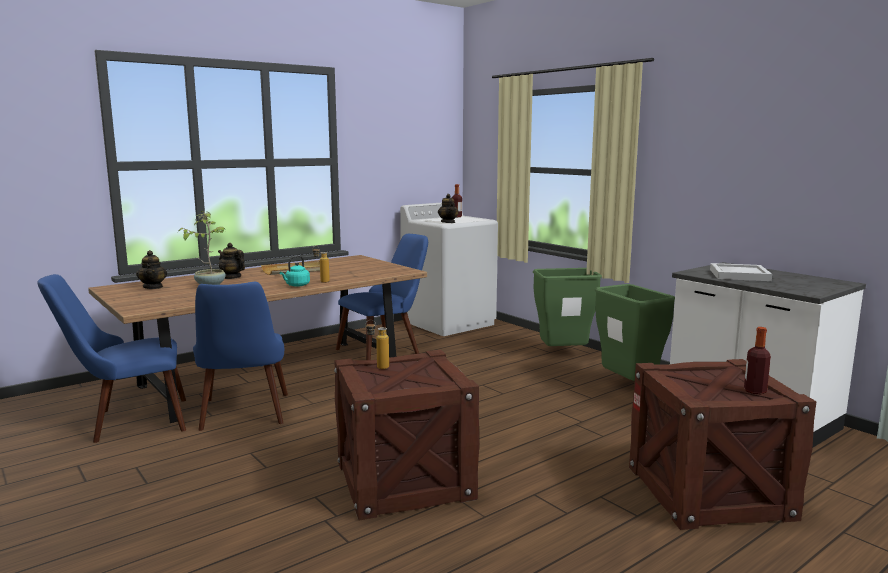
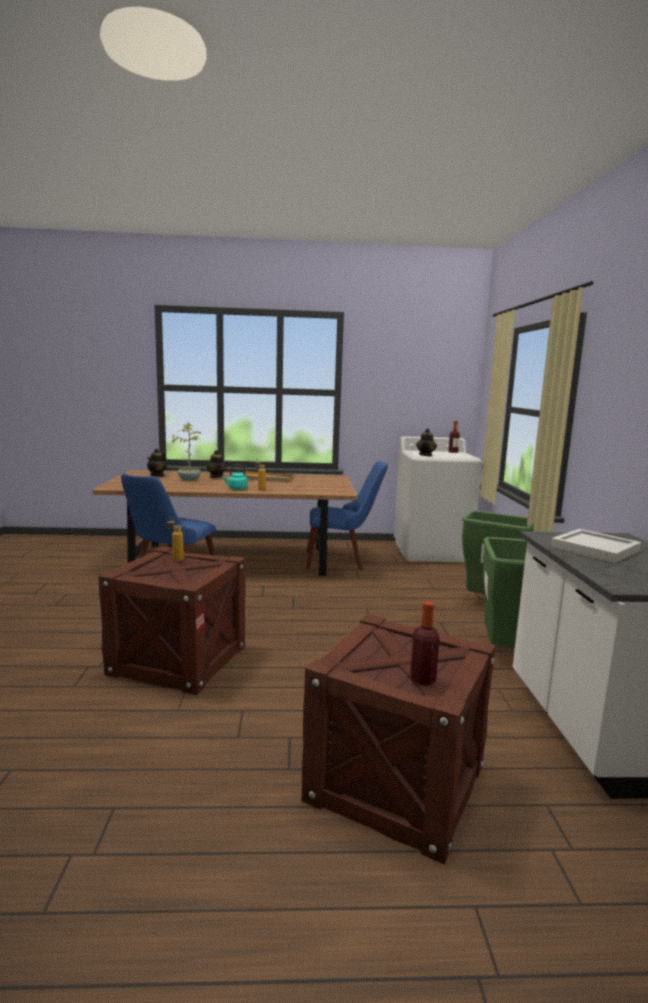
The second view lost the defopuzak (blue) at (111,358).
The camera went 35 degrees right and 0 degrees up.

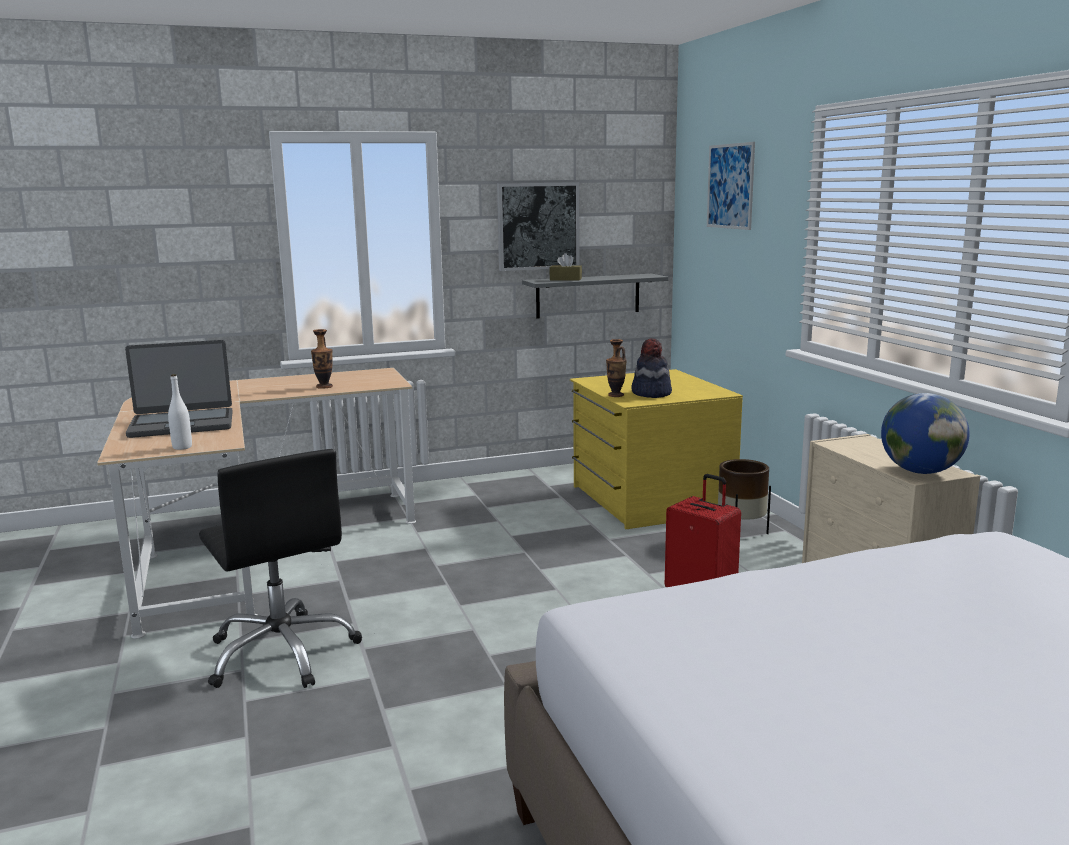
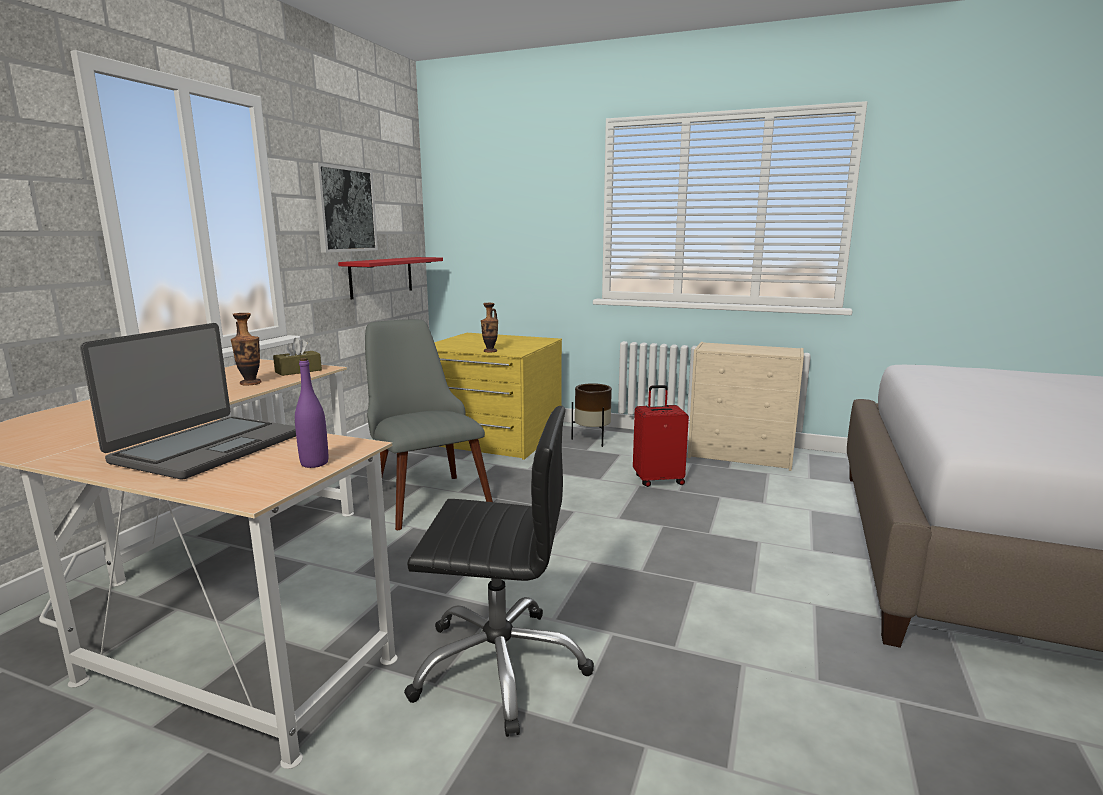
What was the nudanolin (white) at (180,412) turned into the nudanolin (purple) at (311,413).
What was the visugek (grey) at (595,296) turned into the visugek (red) at (390,278).
The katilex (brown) ended up elsewhere, having gone from (565,267) to (297,357).
The second view lost the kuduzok at (651,368).
The second view lost the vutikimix at (731,186).
The second view lost the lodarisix at (925,433).
The second view gained the defopuzak (grey) at (429,424).
The camera went 50 degrees left and 0 degrees up.

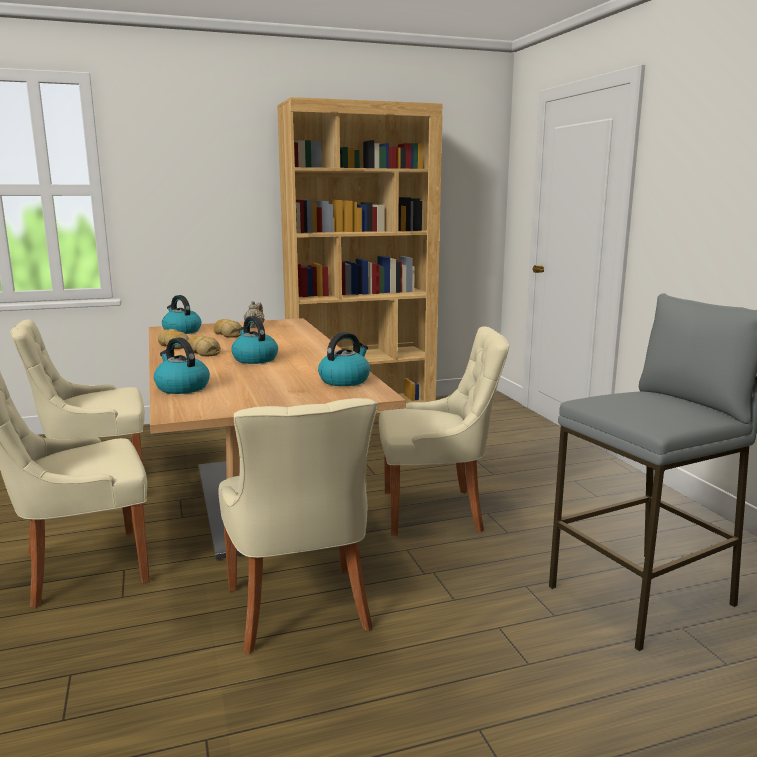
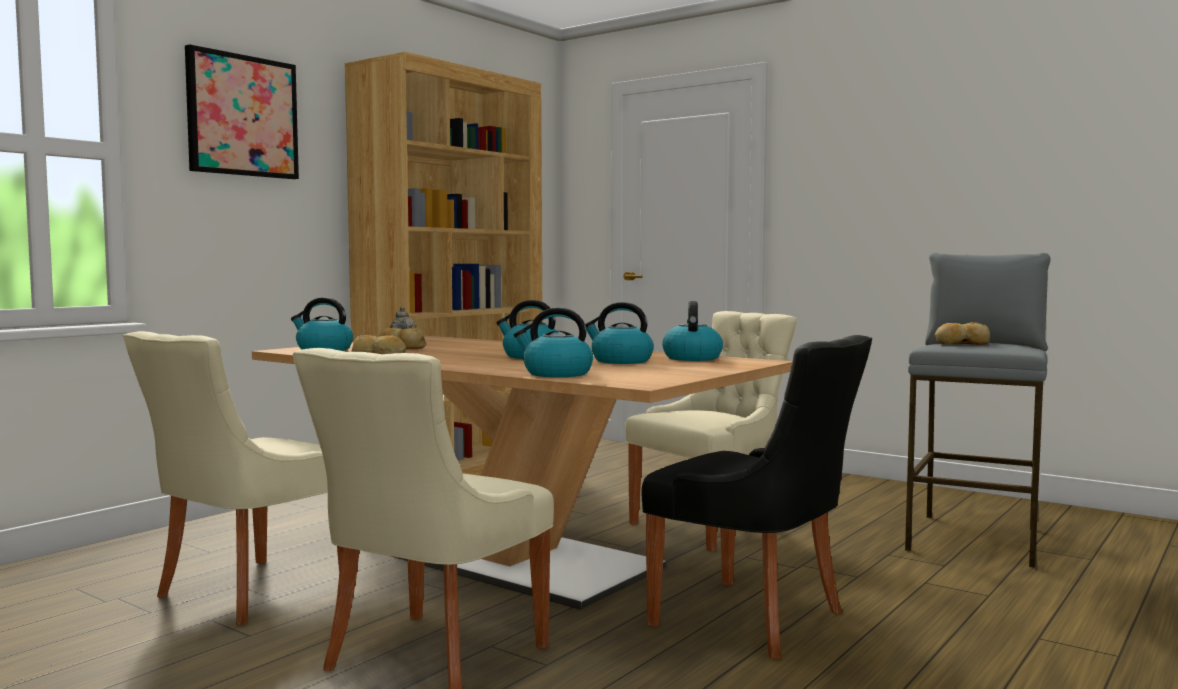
The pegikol ended up elsewhere, having gone from (204,345) to (962,333).
What was the defopuzak (beige) at (298,526) turned into the defopuzak (black) at (757,497).
The second view gained the vutikimix at (242,111).
The second view gained the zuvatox at (619,333).
The camera went 35 degrees left and 10 degrees down.

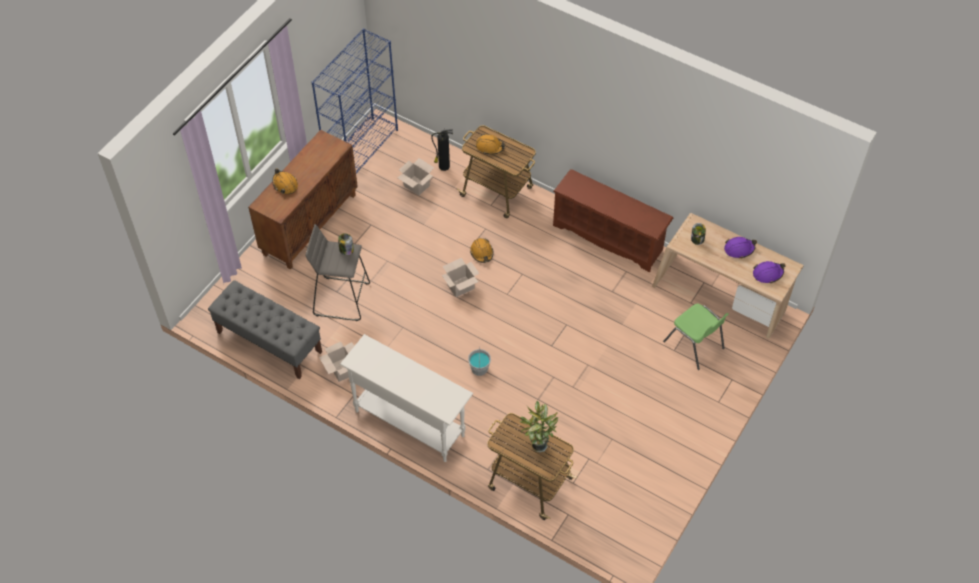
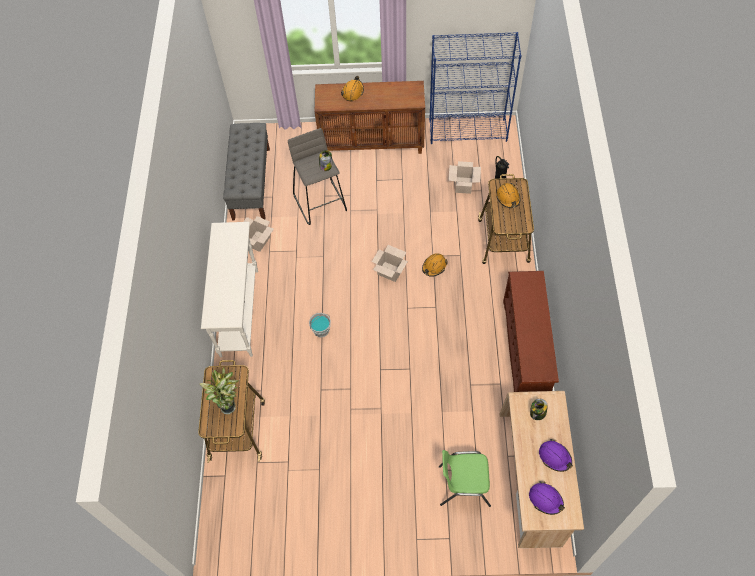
The defopuzak (green) at (696,336) ended up facing another way, 75 degrees clockwise from before.
The camera went 60 degrees right and 5 degrees up.

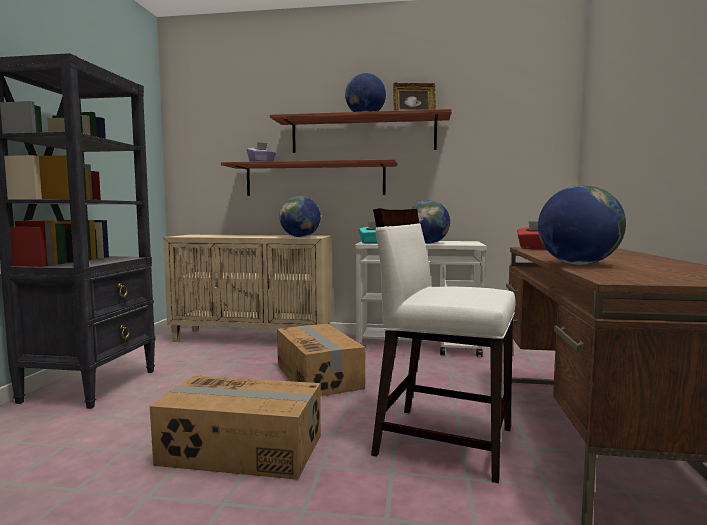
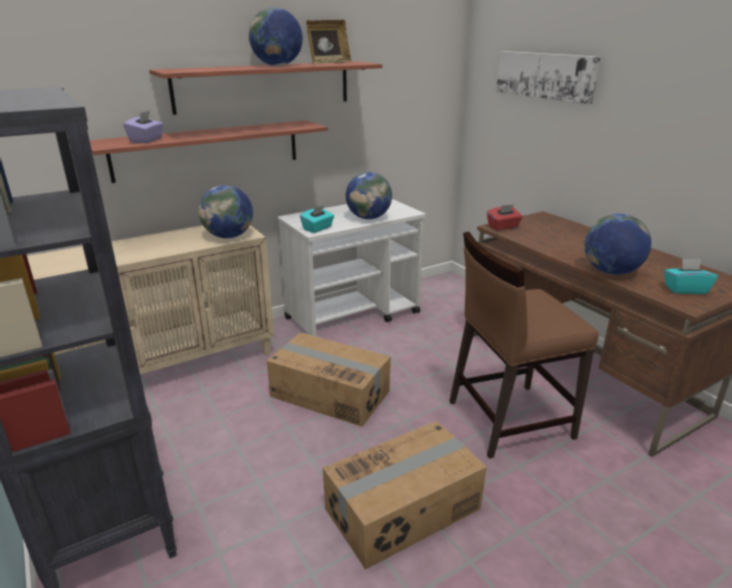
What was the defopuzak (white) at (443,345) turned into the defopuzak (brown) at (524,345).
The second view gained the vutikimix at (548,78).
The second view gained the katilex (turquoise) at (691,276).
The camera went 40 degrees left and 20 degrees up.

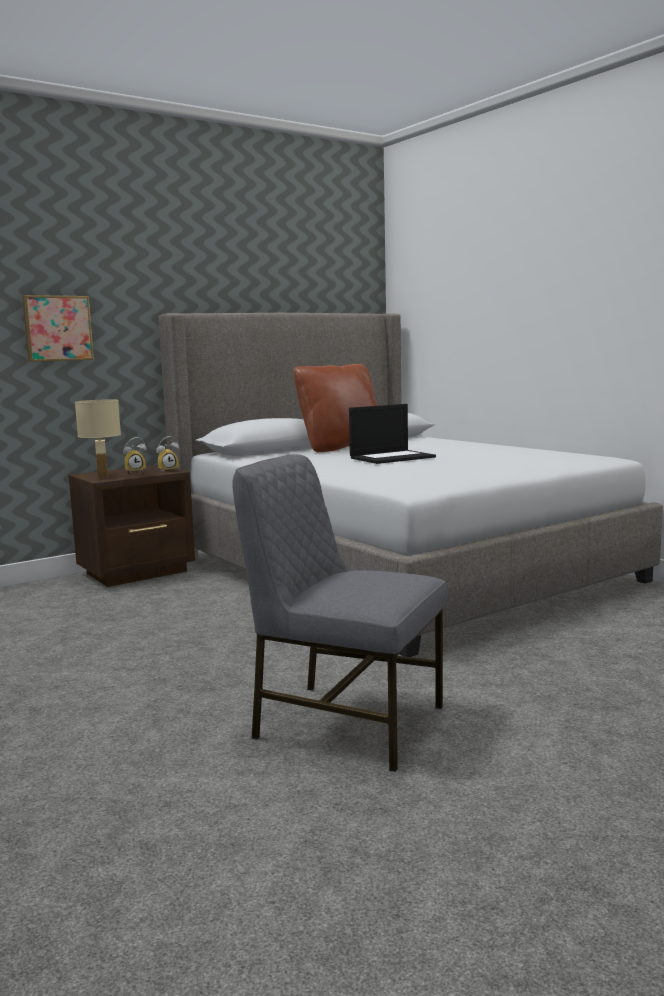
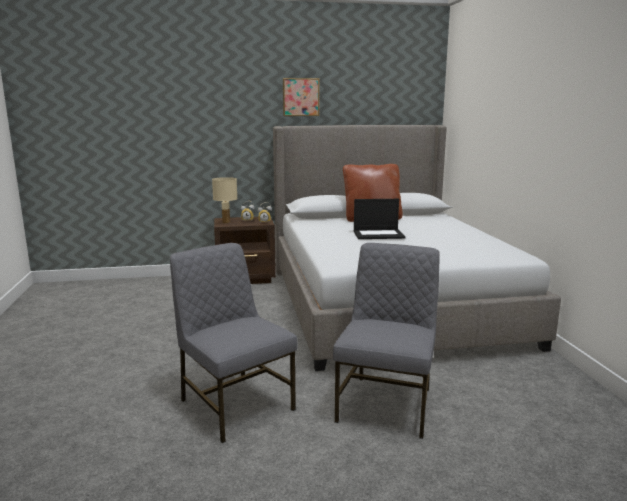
The vutikimix ended up elsewhere, having gone from (58,328) to (301,97).
The second view gained the defopuzak (grey) at (386,341).
The camera went 25 degrees right and 5 degrees up.

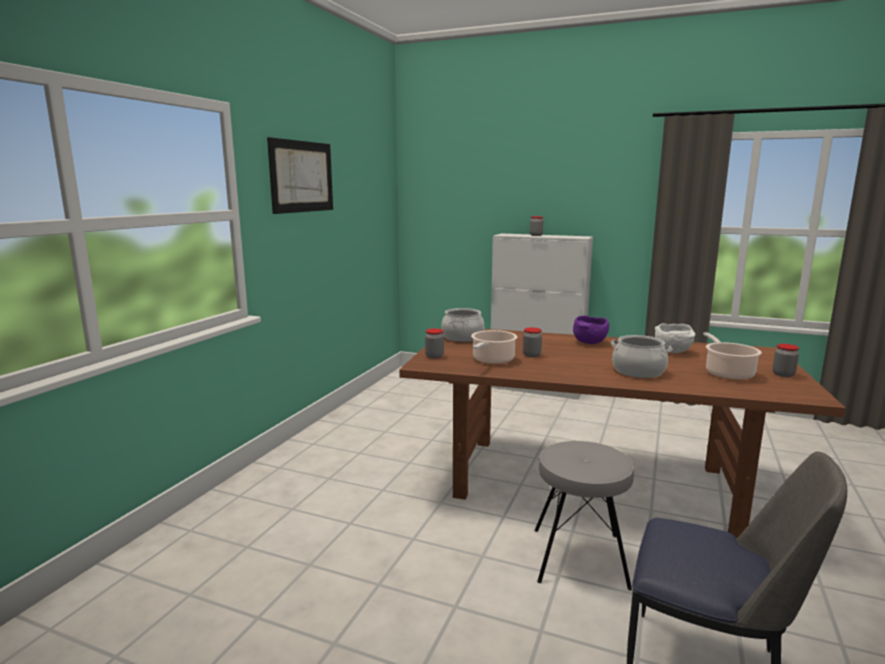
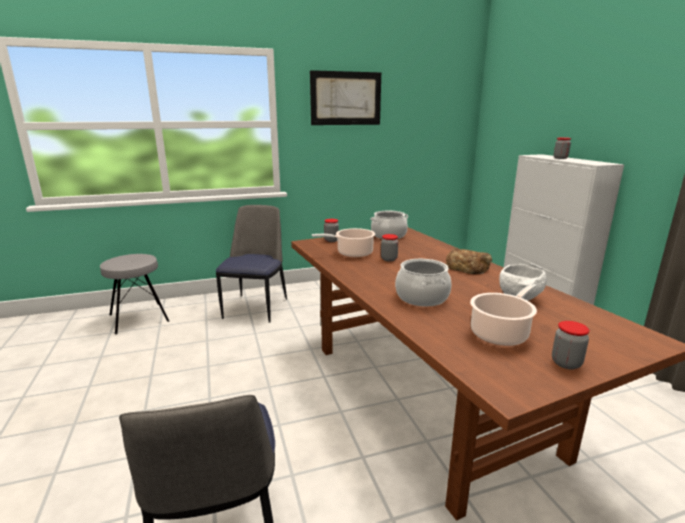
The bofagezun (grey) ended up elsewhere, having gone from (584,516) to (134,294).
Where the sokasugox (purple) stood at (591,329), the pegikol came to stand at (469,261).
The second view gained the defopuzak at (251,264).
The camera went 50 degrees right and 5 degrees up.

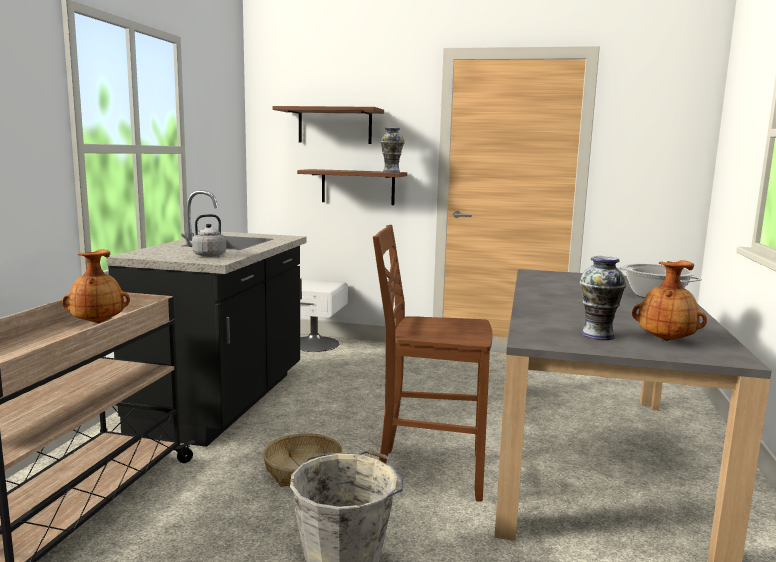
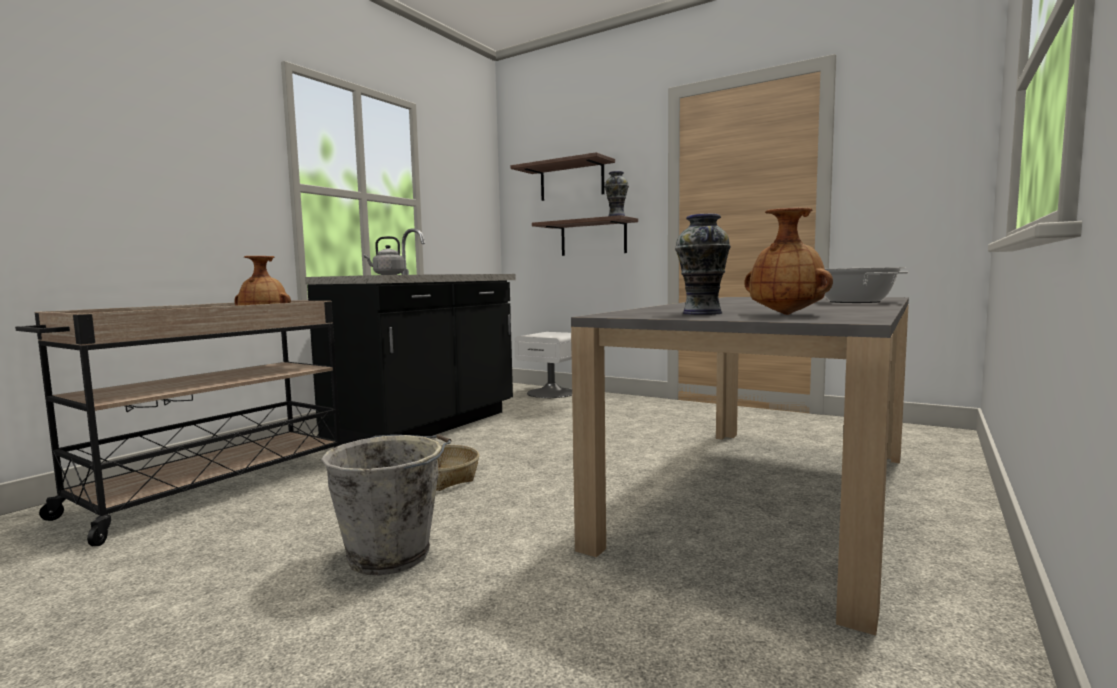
The second view lost the defopuzak (brown) at (433,363).
The camera went 20 degrees right and 5 degrees down.

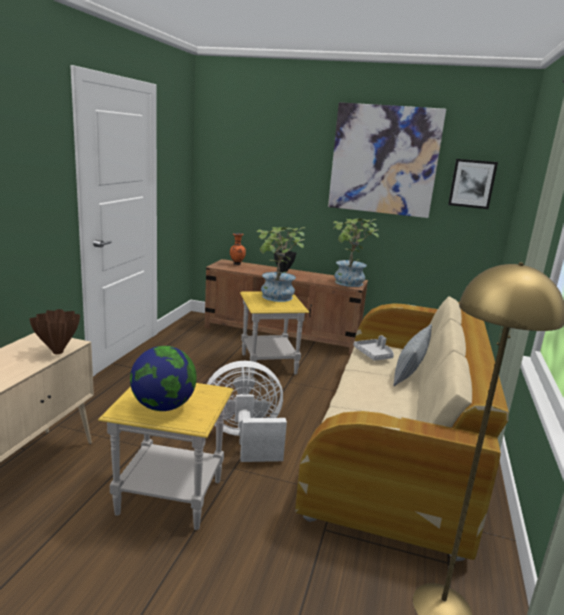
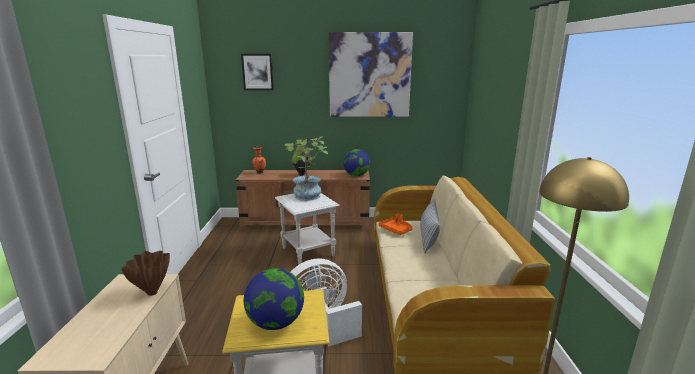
What was the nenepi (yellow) at (274,334) turned into the nenepi (white) at (307,229).
Where the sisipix stood at (356,253), the lodarisix came to stand at (356,162).
What was the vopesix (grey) at (373,348) turned into the vopesix (orange) at (395,224).
The vutikimix ended up elsewhere, having gone from (473,184) to (257,72).
The camera went 15 degrees left and 0 degrees up.

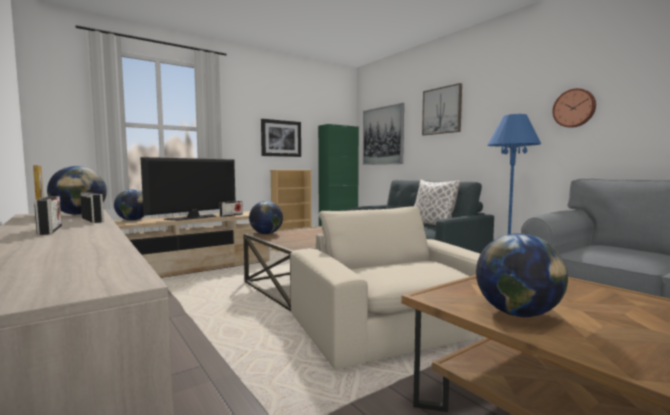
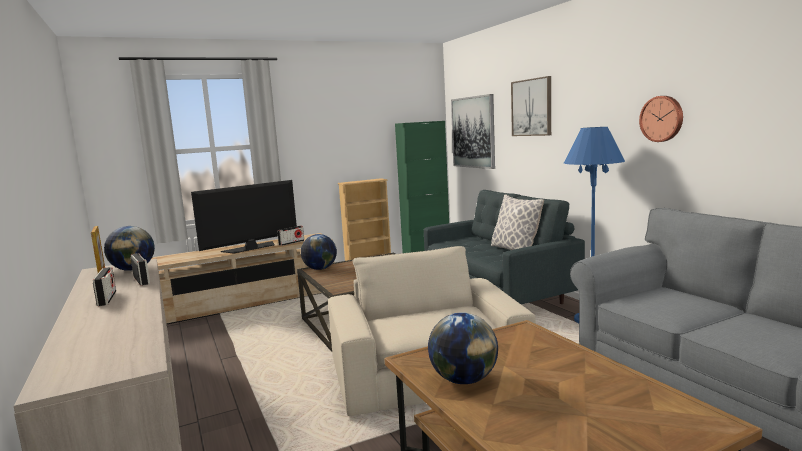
The second view lost the lodarisix at (129,205).
The second view lost the vutikimix at (281,138).
The camera went 10 degrees right and 5 degrees up.

